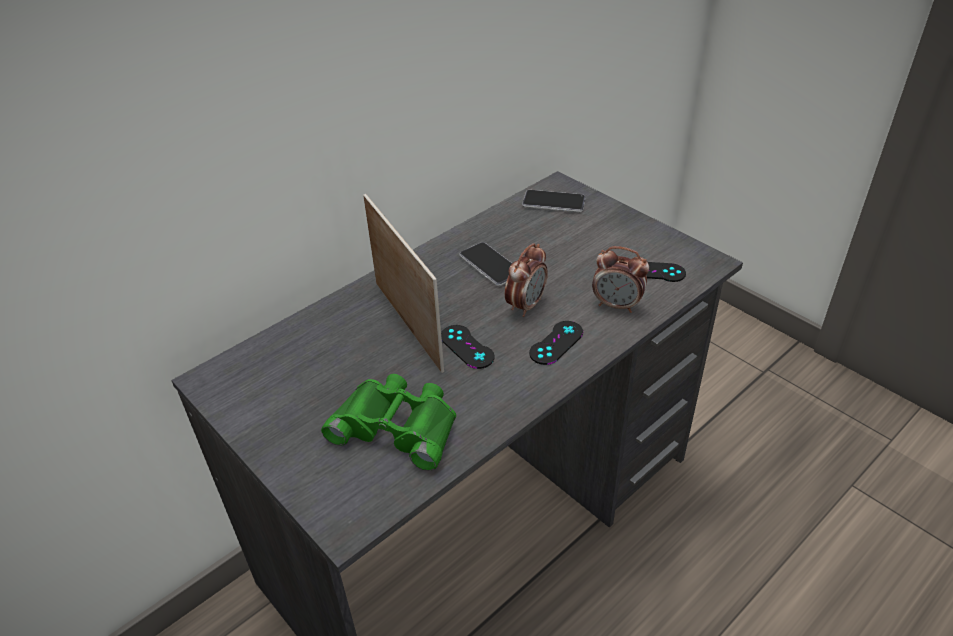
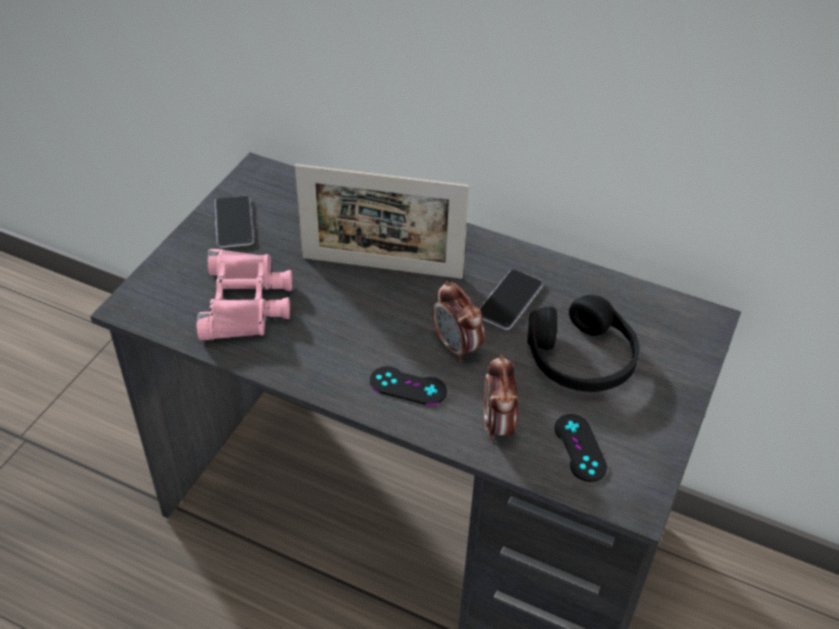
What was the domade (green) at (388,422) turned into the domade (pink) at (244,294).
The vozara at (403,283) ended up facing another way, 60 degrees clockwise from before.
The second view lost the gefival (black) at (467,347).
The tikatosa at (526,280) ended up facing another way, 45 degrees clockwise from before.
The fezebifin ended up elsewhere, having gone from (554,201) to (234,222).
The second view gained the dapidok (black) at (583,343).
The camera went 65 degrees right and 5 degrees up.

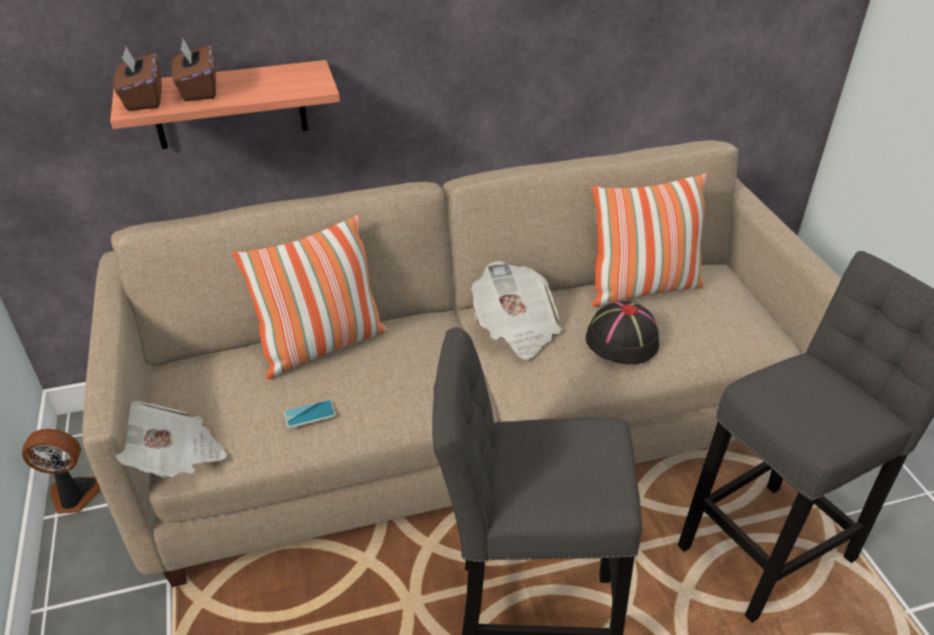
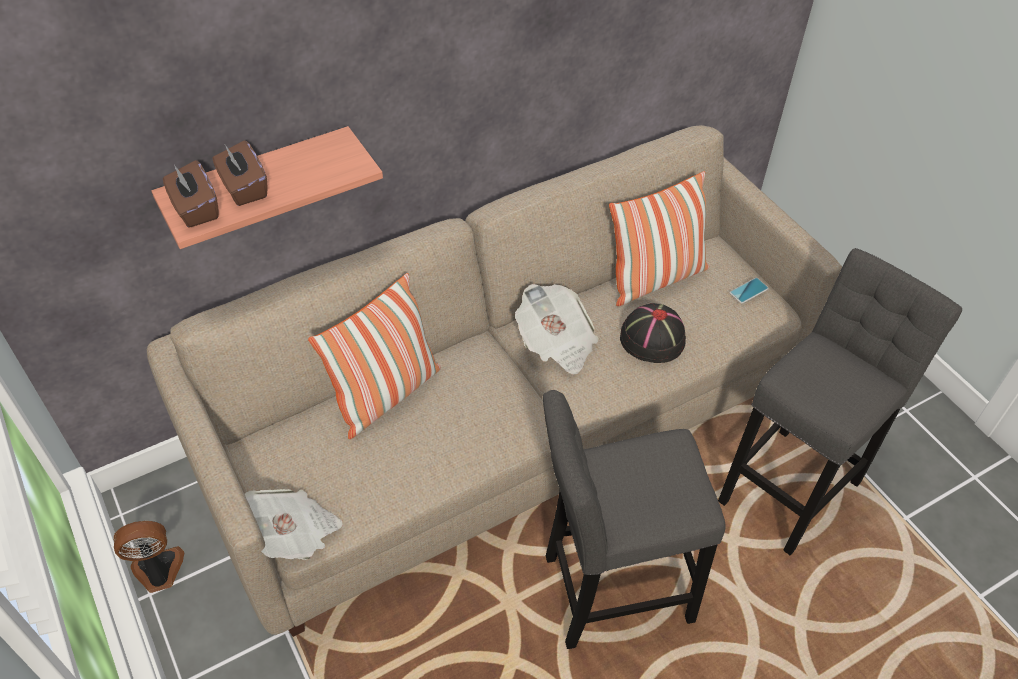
The fezebifin ended up elsewhere, having gone from (310,414) to (749,291).
The camera went 15 degrees left and 10 degrees up.

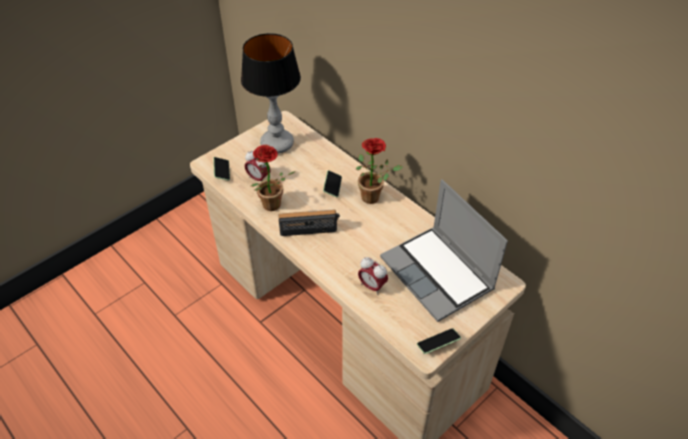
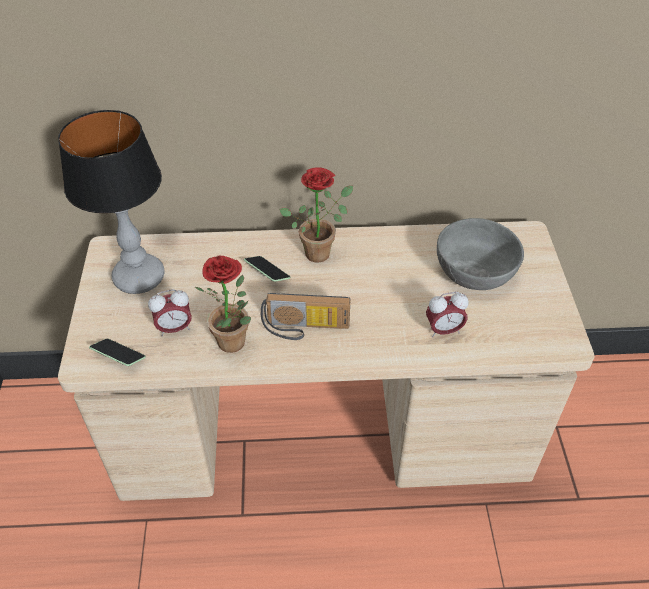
The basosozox at (309,222) ended up facing another way, 120 degrees counterclockwise from before.
Where the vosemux stood at (444,250), the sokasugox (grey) came to stand at (480,254).
The second view lost the fezebifin at (439,341).
The camera went 50 degrees left and 0 degrees up.

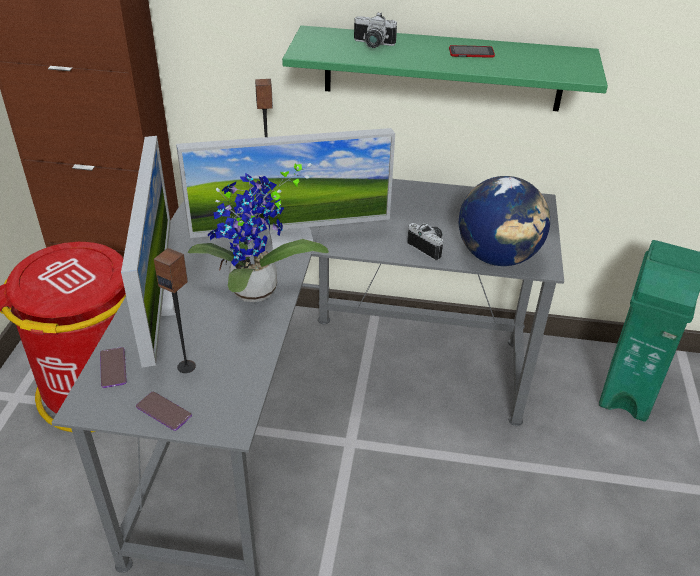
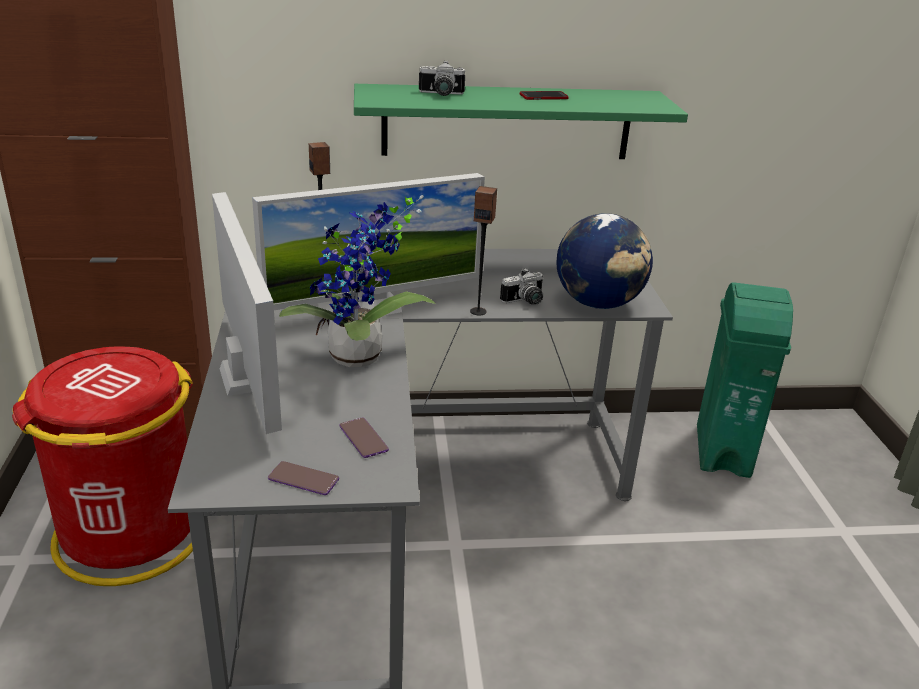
The fezebifin ended up elsewhere, having gone from (113,367) to (364,437).
The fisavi ended up elsewhere, having gone from (175,310) to (483,250).
The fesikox at (425,241) ended up facing another way, 120 degrees clockwise from before.
The camera went 15 degrees left and 10 degrees down.

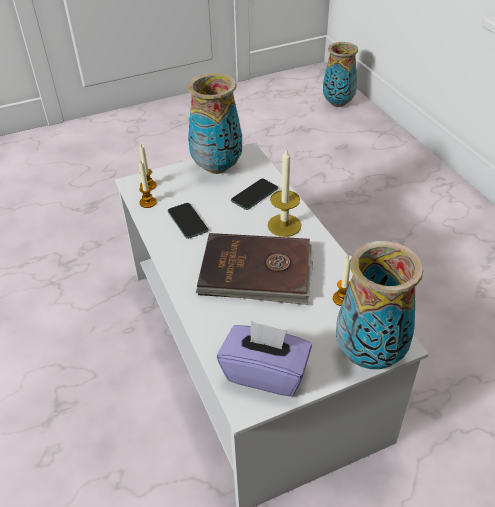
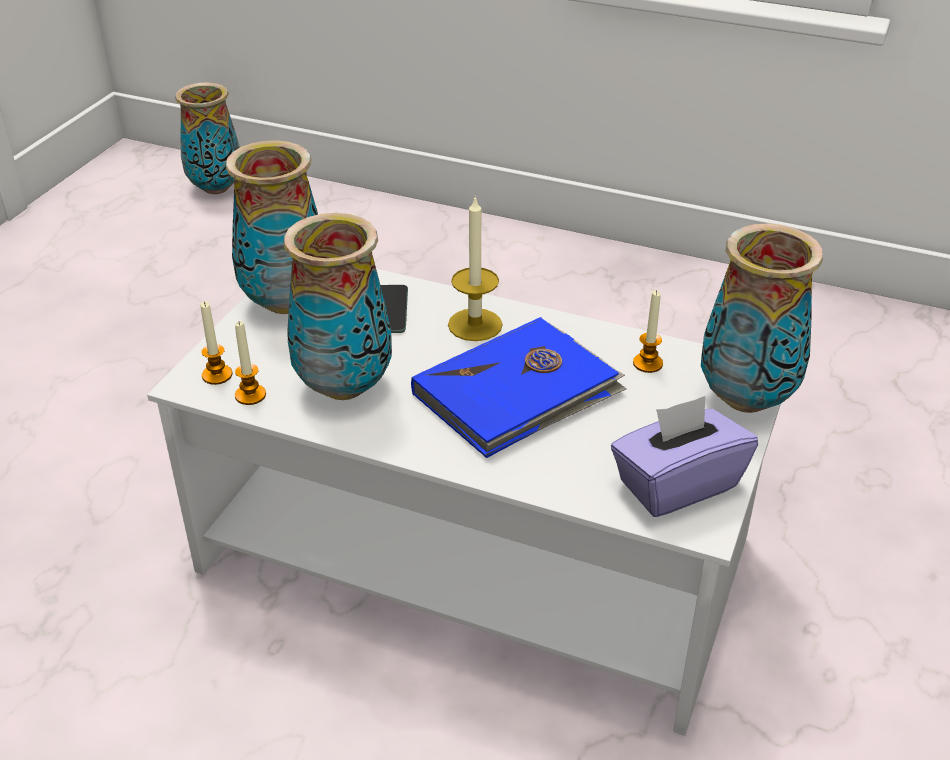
Where the fezebifin stood at (188,221), the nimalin came to stand at (338,306).
What was the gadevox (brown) at (255,269) turned into the gadevox (blue) at (519,387).
The camera went 45 degrees left and 5 degrees down.

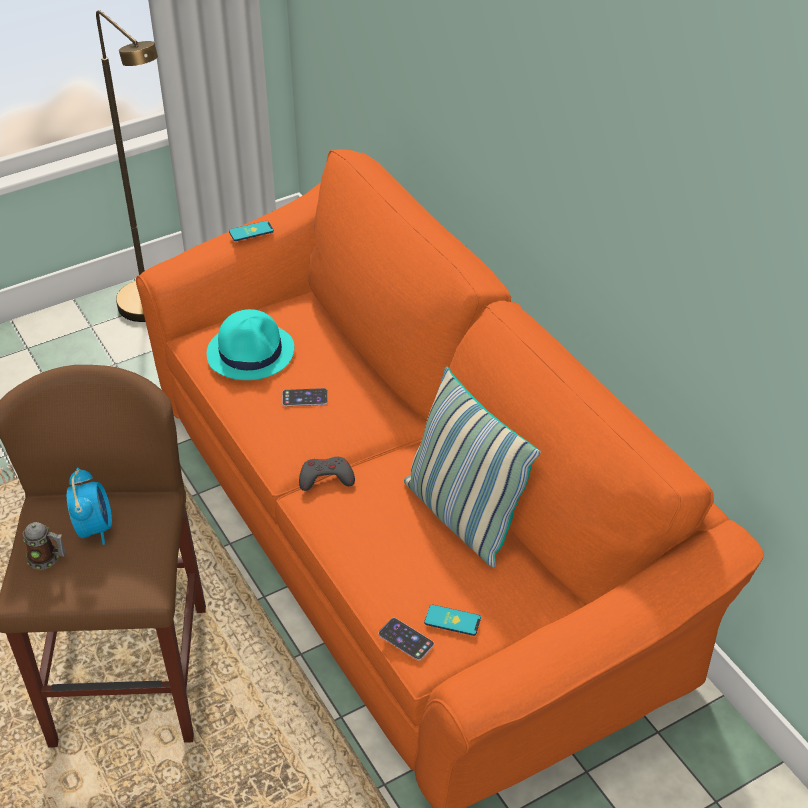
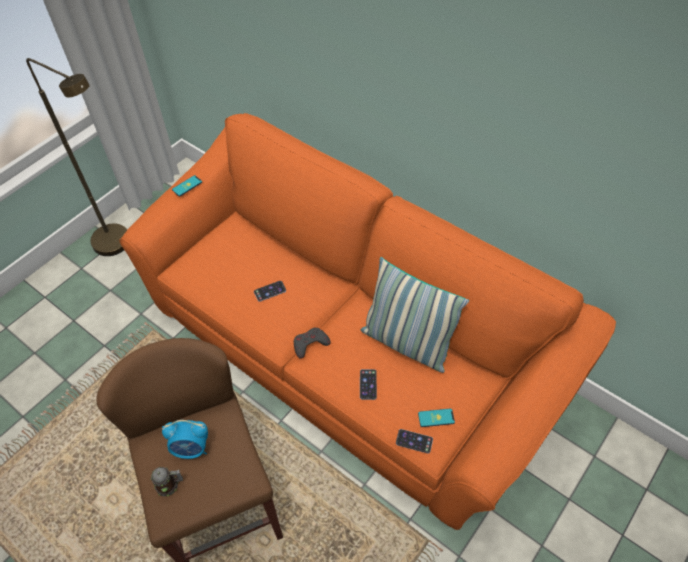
The tikatosa at (89,506) ended up facing another way, 120 degrees clockwise from before.
The second view lost the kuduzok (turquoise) at (250,344).
The second view gained the fezebifin at (368,384).
The camera went 20 degrees left and 10 degrees up.

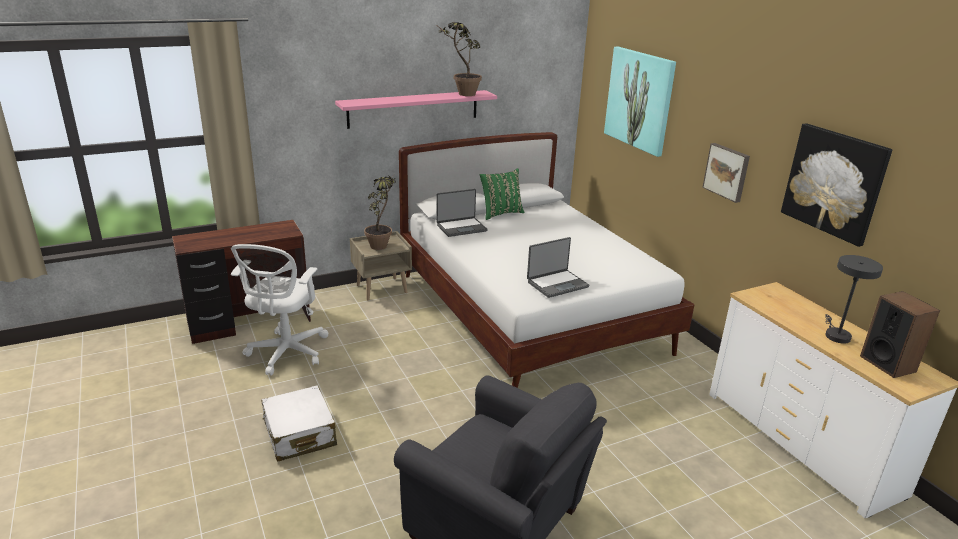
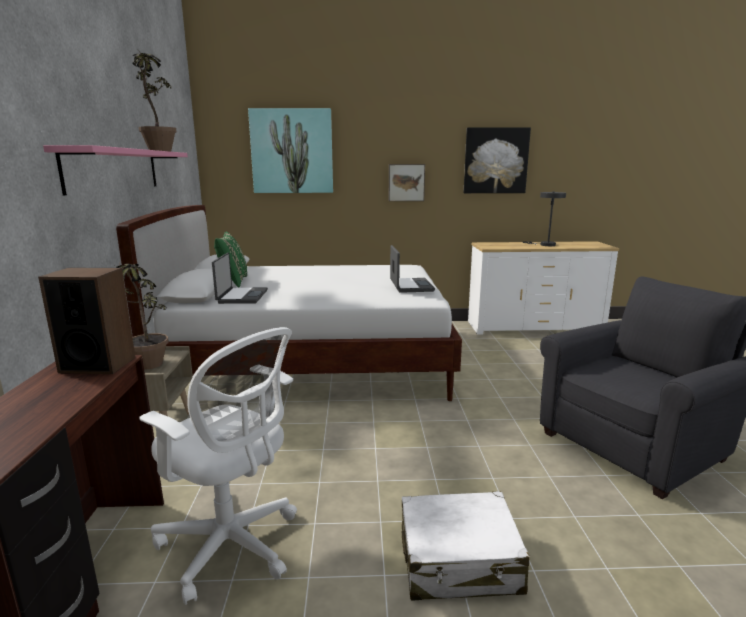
The fisavi ended up elsewhere, having gone from (900,334) to (86,320).
The camera went 65 degrees left and 10 degrees down.

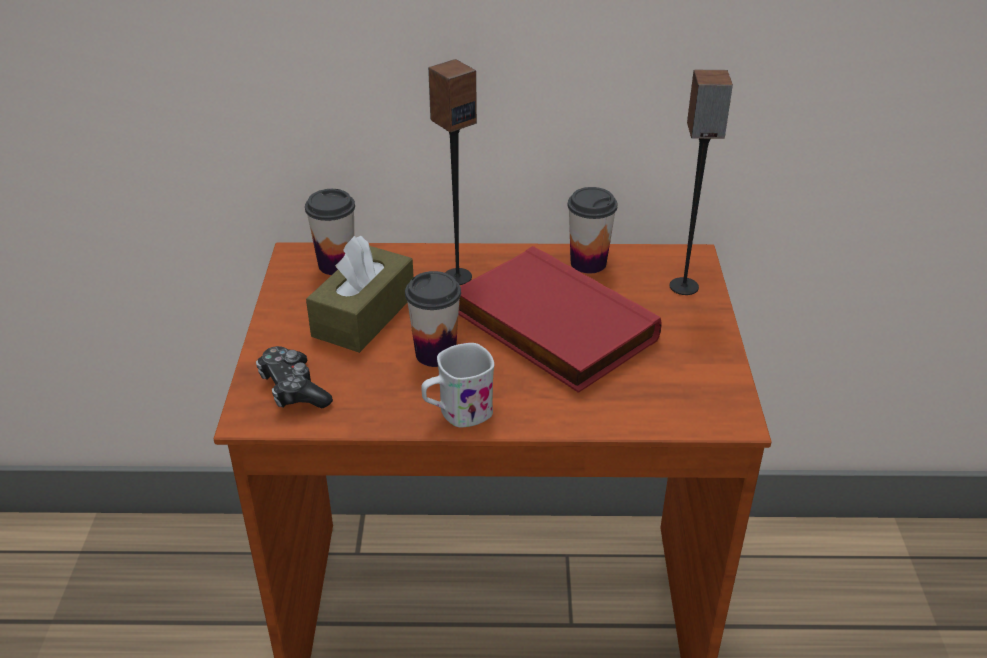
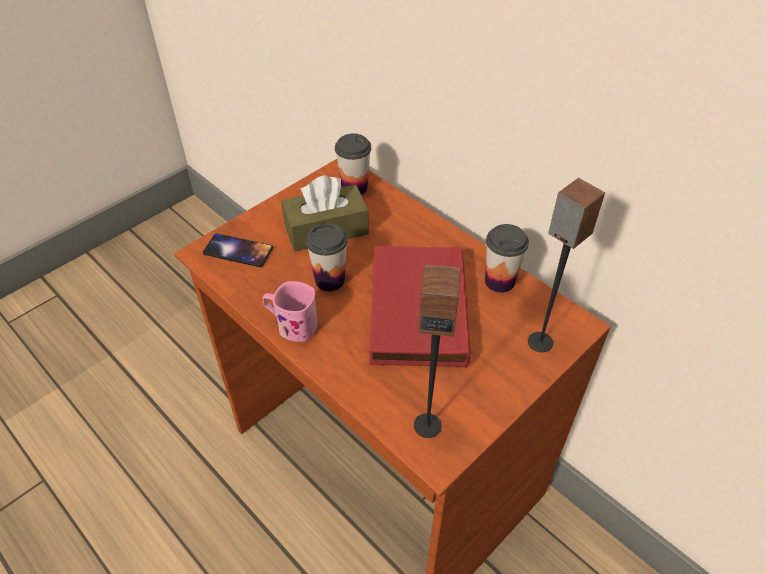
Where the gefival stood at (294,377), the fezebifin came to stand at (238,250).
What was the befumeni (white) at (457,385) turned into the befumeni (pink) at (290,311).
The fisavi ended up elsewhere, having gone from (452,172) to (437,351).
The camera went 45 degrees right and 10 degrees up.

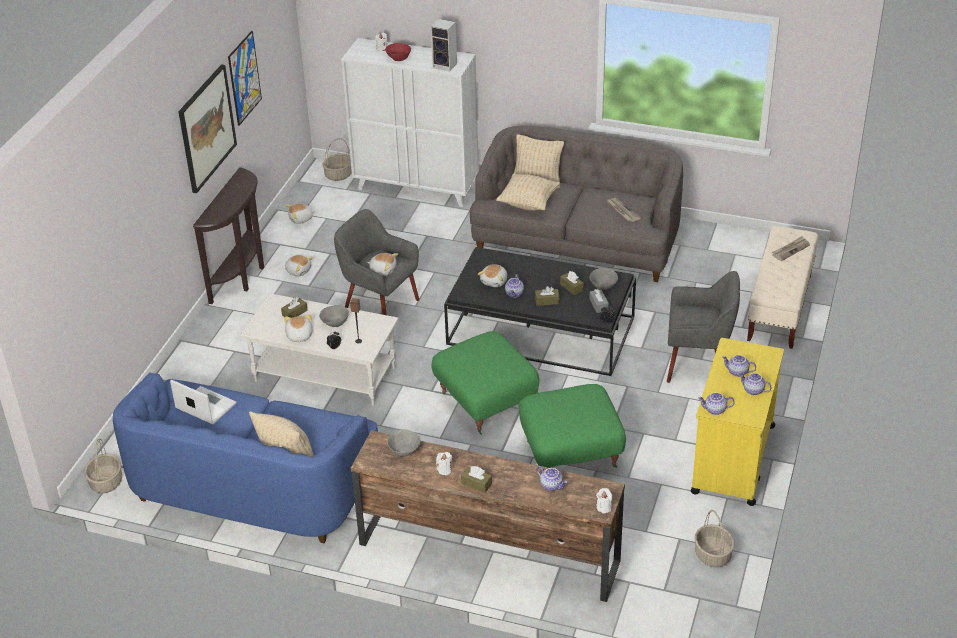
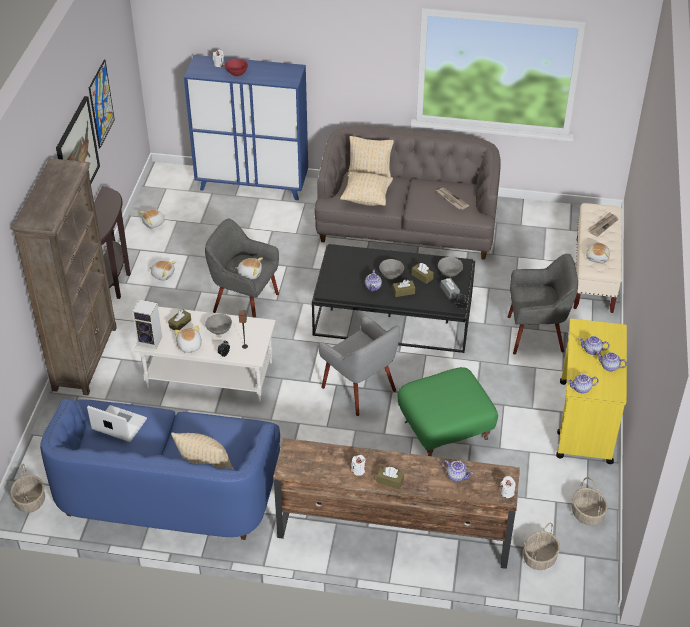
The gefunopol ended up elsewhere, having gone from (337,159) to (542,546).
What was the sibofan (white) at (410,122) turned into the sibofan (blue) at (246,127).
The sokasugox (grey) ended up elsewhere, having gone from (403,443) to (391,269).
The fisavi ended up elsewhere, having gone from (444,45) to (147,324).
Where the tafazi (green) stood at (485,383), the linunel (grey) came to stand at (359,365).
The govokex ended up elsewhere, having gone from (492,275) to (598,253).
The second view gained the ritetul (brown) at (64,276).
The camera went 10 degrees left and 5 degrees up.

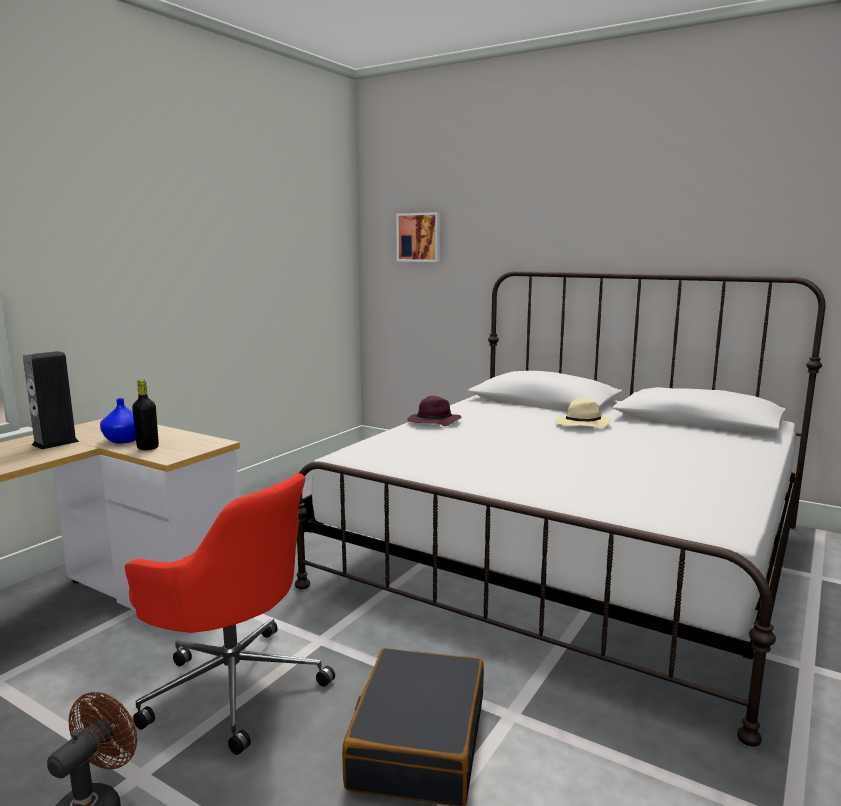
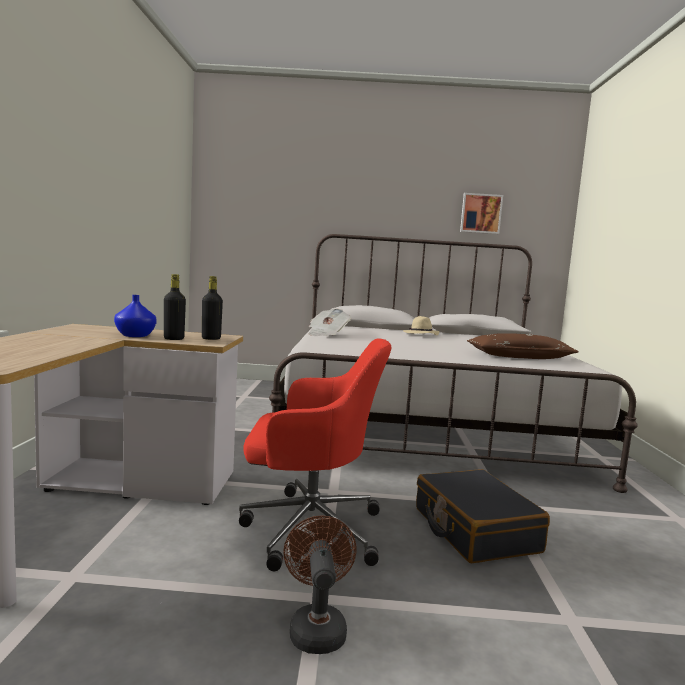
The second view lost the fisavi at (51,400).
The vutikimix ended up elsewhere, having gone from (418,237) to (481,213).
Where the kuduzok (purple) stood at (434,411), the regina came to stand at (329,322).
The second view gained the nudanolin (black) at (212,308).
The second view gained the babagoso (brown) at (523,346).
The camera went 30 degrees left and 5 degrees down.

